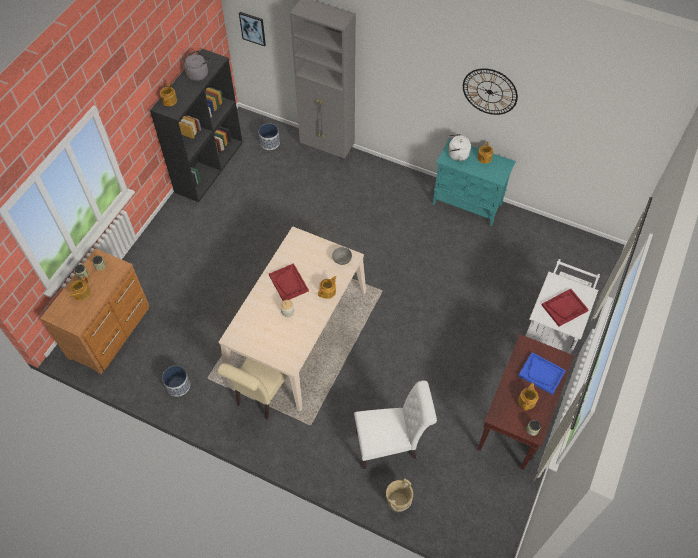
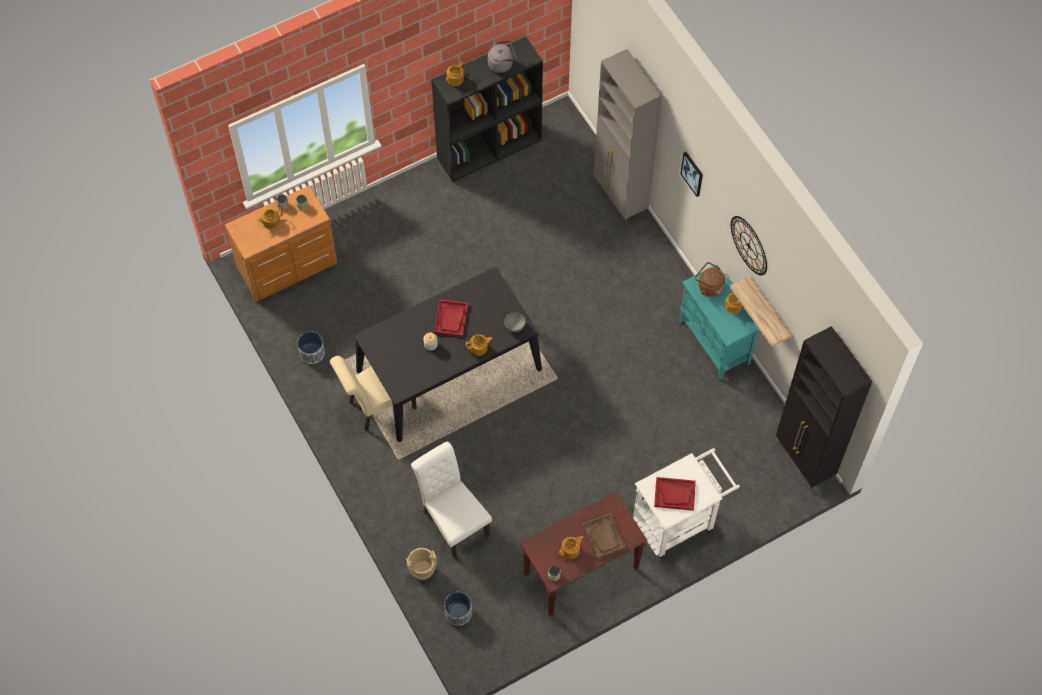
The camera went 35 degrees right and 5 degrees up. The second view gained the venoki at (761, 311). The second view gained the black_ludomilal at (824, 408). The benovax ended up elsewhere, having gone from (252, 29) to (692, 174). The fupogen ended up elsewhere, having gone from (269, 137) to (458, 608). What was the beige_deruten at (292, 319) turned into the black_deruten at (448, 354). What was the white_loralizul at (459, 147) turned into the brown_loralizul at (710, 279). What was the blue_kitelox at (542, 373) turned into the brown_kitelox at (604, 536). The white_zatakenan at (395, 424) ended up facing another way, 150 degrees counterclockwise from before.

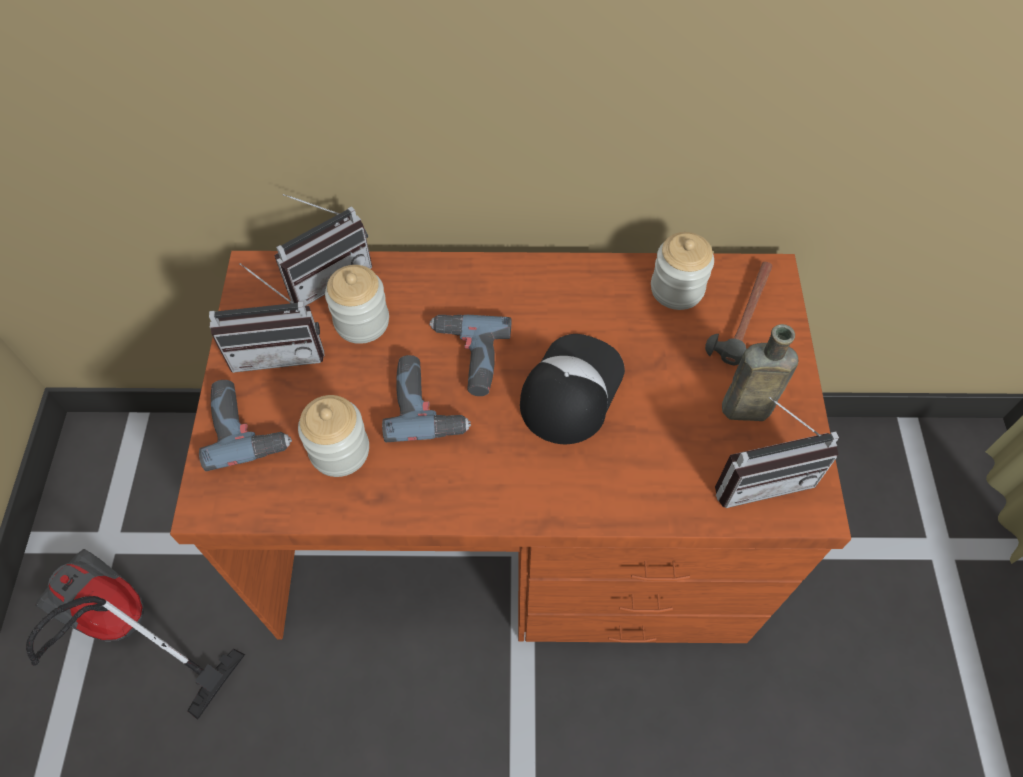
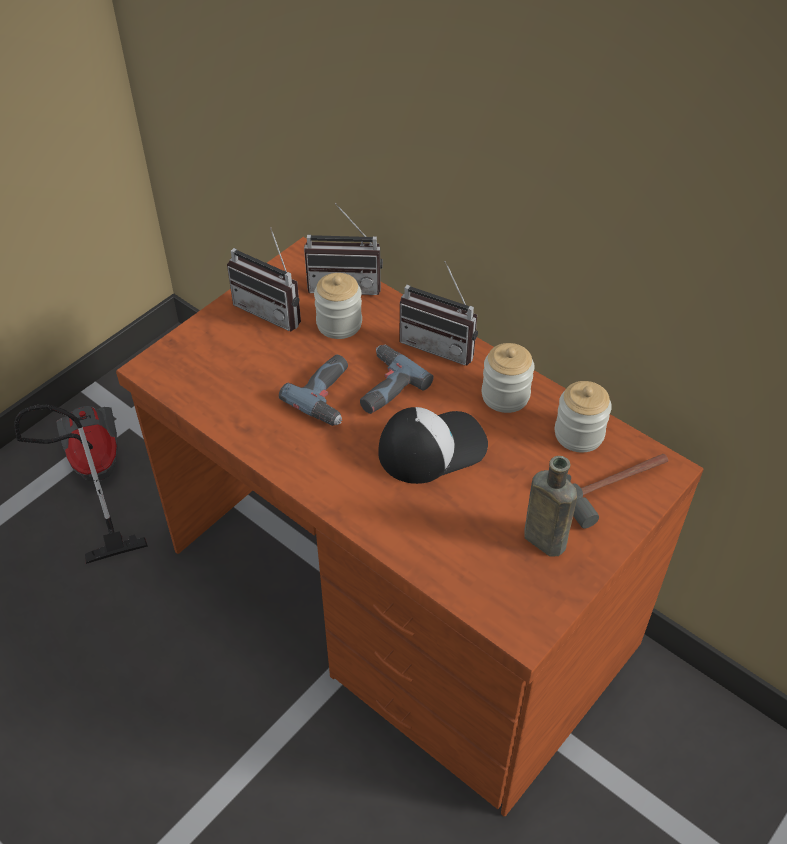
The camera went 40 degrees right and 10 degrees down. The second view lost the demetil at (245, 425). The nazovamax ended up elsewhere, having gone from (333, 436) to (508, 378). The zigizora ended up elsewhere, having gone from (777, 452) to (439, 313).

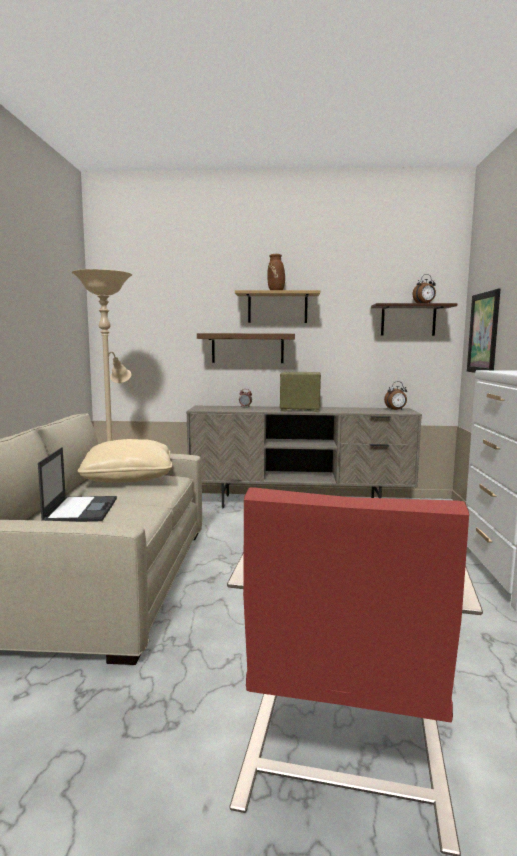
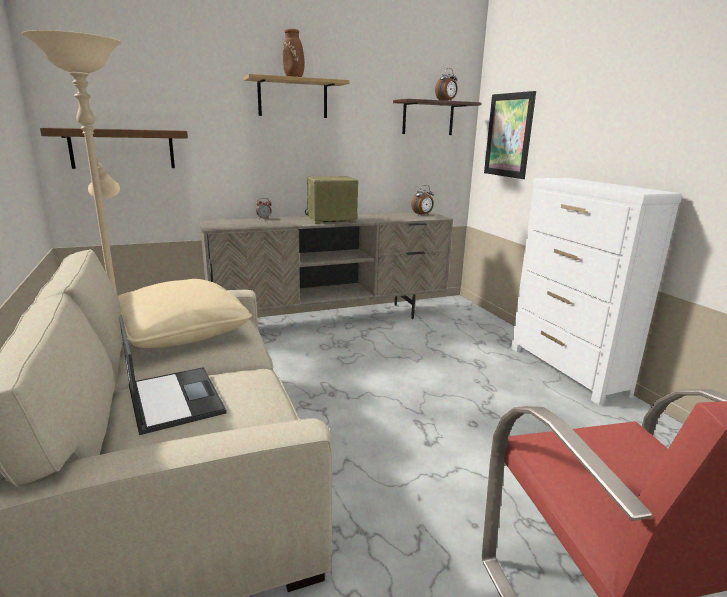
The camera went 25 degrees left and 10 degrees up. The brown_venoki ended up elsewhere, having gone from (246, 348) to (114, 148).

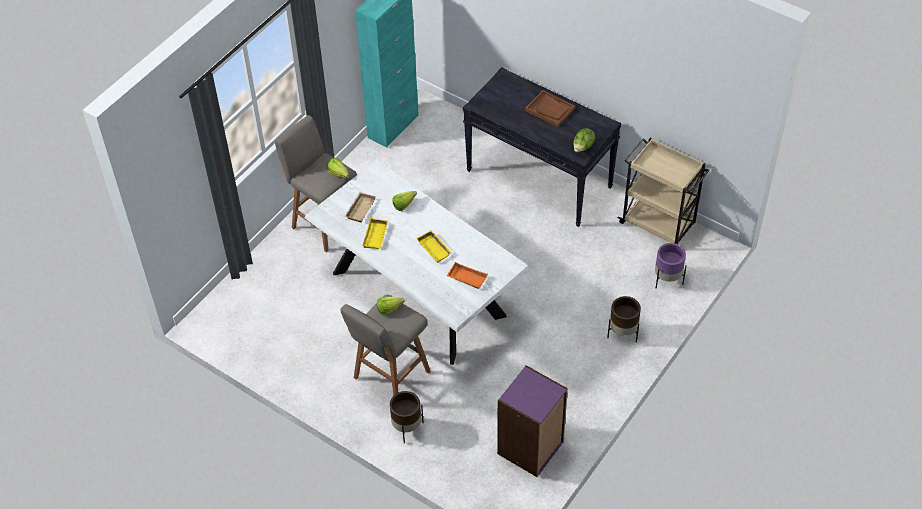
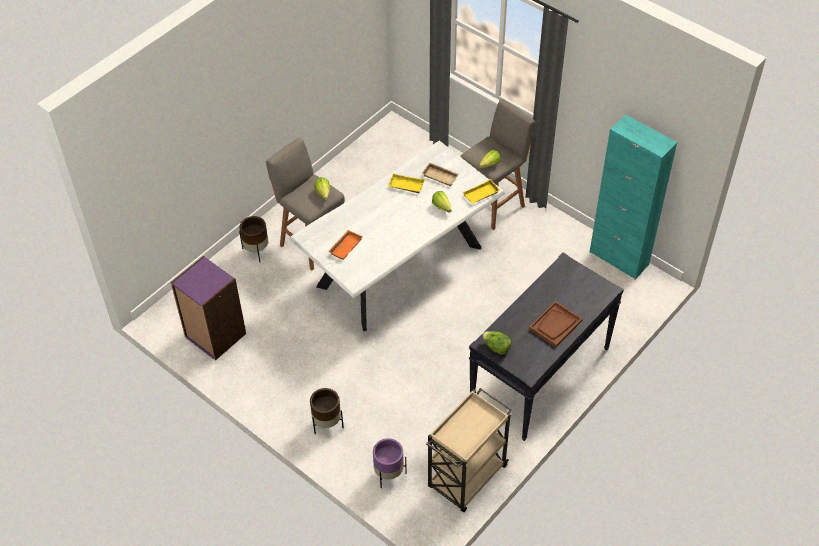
The camera went 95 degrees right and 0 degrees up. The yellow_kitelox ended up elsewhere, having gone from (434, 246) to (481, 191).

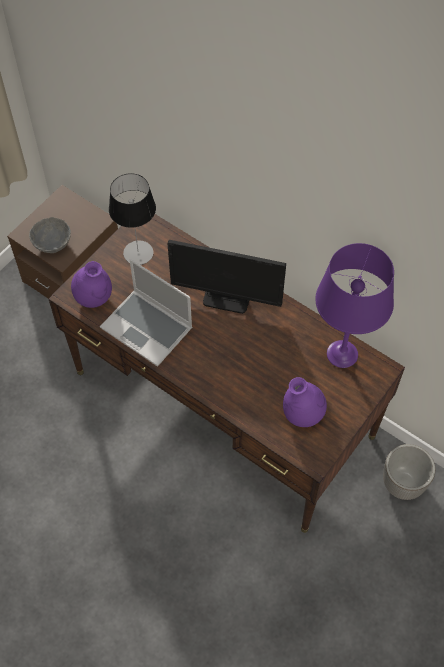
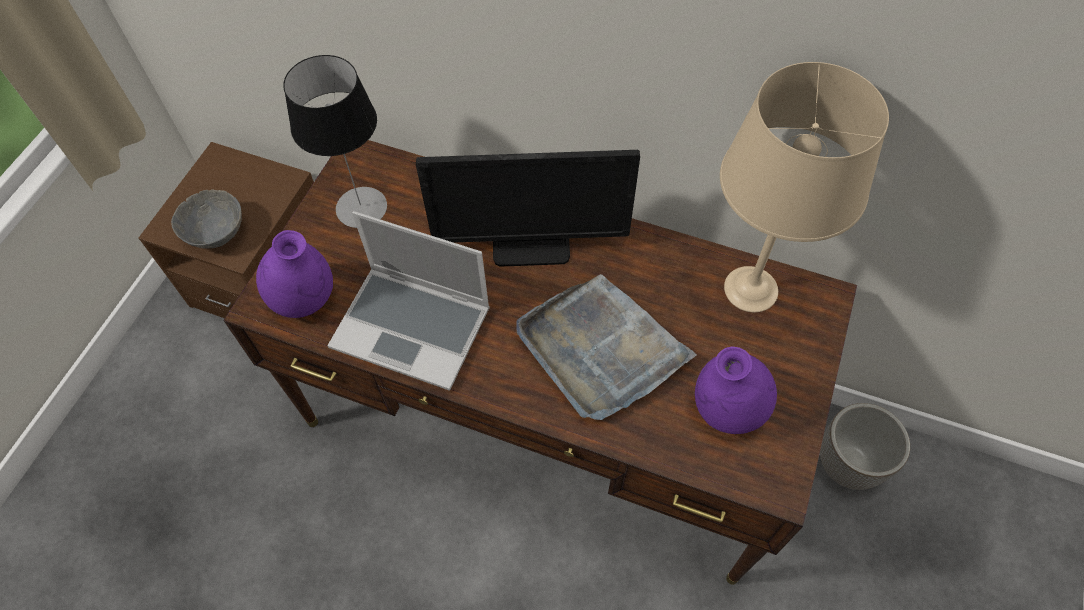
The camera went 15 degrees left and 0 degrees up. The second view gained the grey_kitelox at (607, 347). What was the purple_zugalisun at (354, 305) turned into the beige_zugalisun at (804, 187).

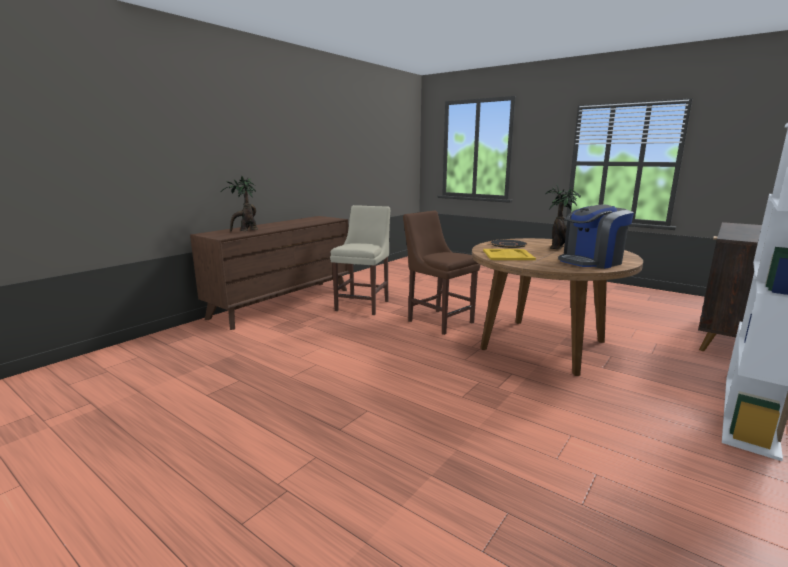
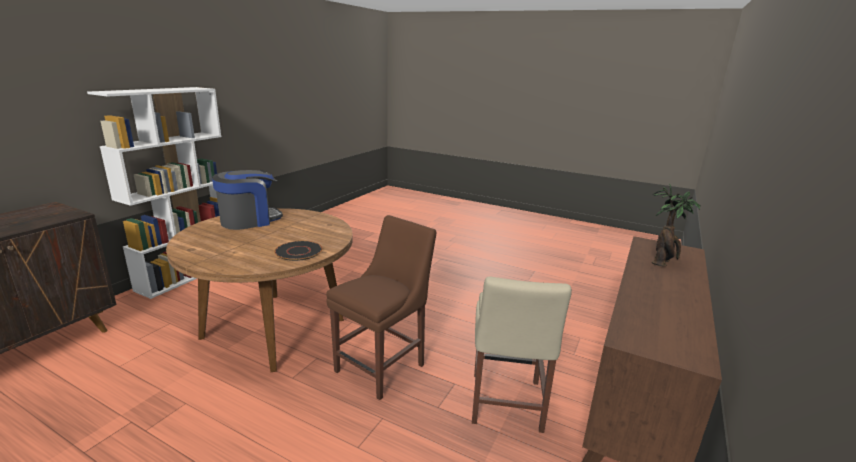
The camera went 170 degrees right and 5 degrees up. The second view lost the yellow_kitelox at (509, 254). The second view lost the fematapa at (562, 216). The brown_zatakenan at (441, 273) ended up facing another way, 90 degrees counterclockwise from before.

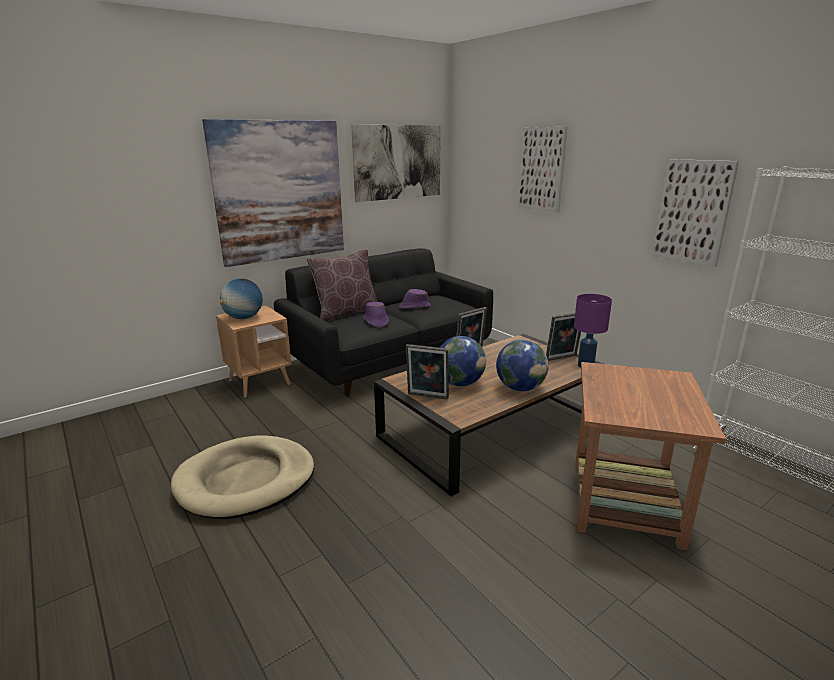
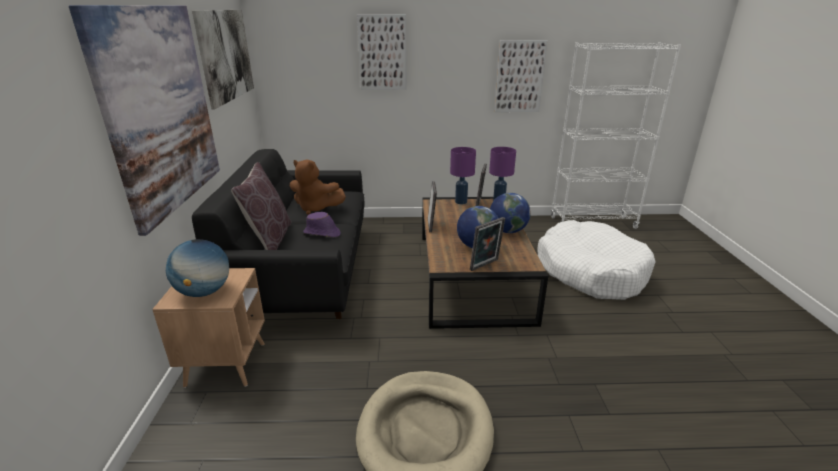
The camera went 55 degrees left and 5 degrees up. The second view gained the purple_zugalisun at (463, 175). Where the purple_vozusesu stood at (415, 299), the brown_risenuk came to stand at (318, 187). Where the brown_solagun stood at (650, 456), the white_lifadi came to stand at (596, 260).

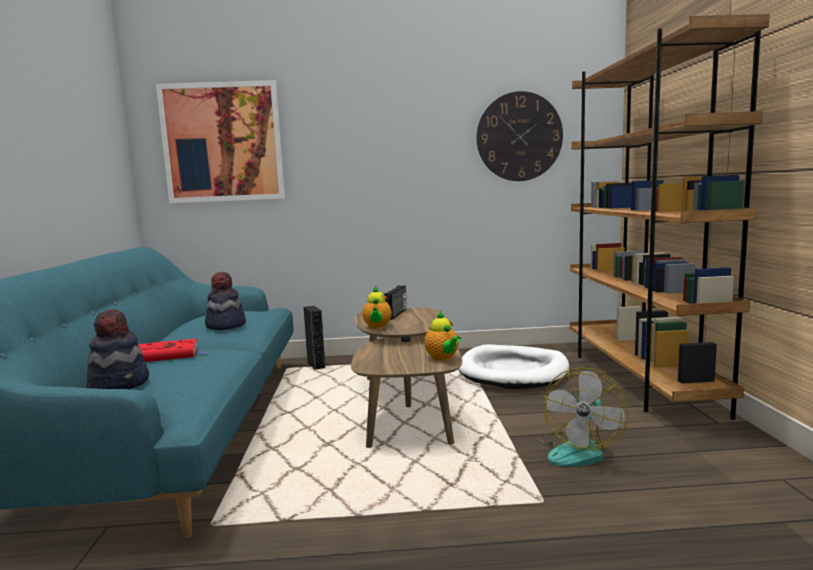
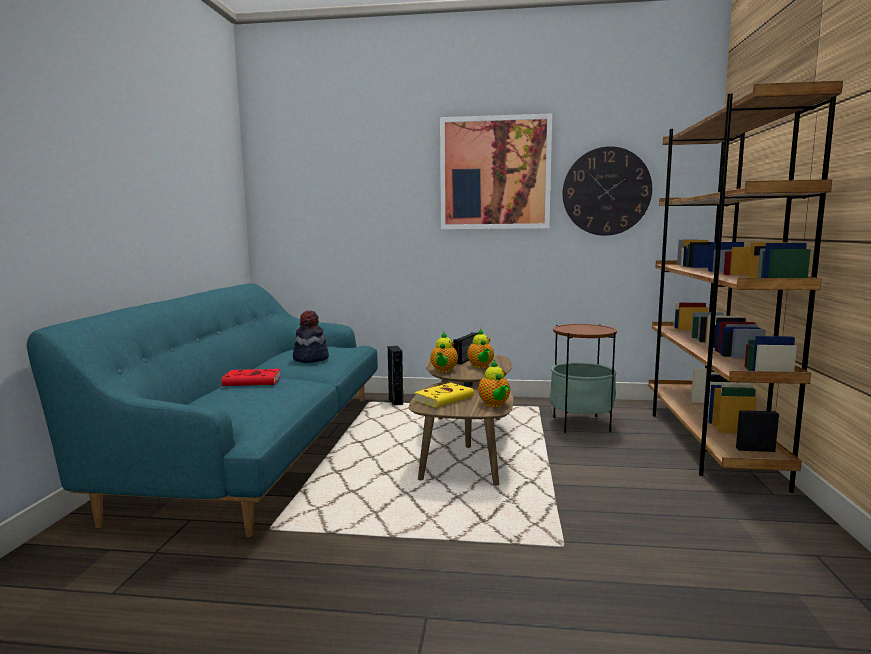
The camera went 10 degrees right and 0 degrees up. The second view lost the vozusesu at (117, 349). The second view lost the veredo at (582, 417). The second view gained the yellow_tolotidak at (444, 395). The second view gained the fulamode at (480, 348). The benovax ended up elsewhere, having gone from (220, 141) to (496, 171). Where the white_lifadi stood at (513, 366), the solagun came to stand at (583, 378).

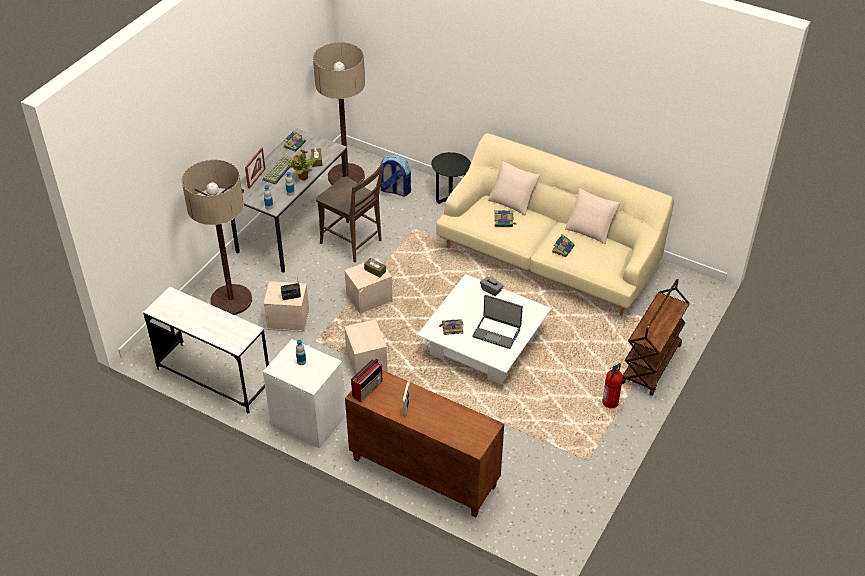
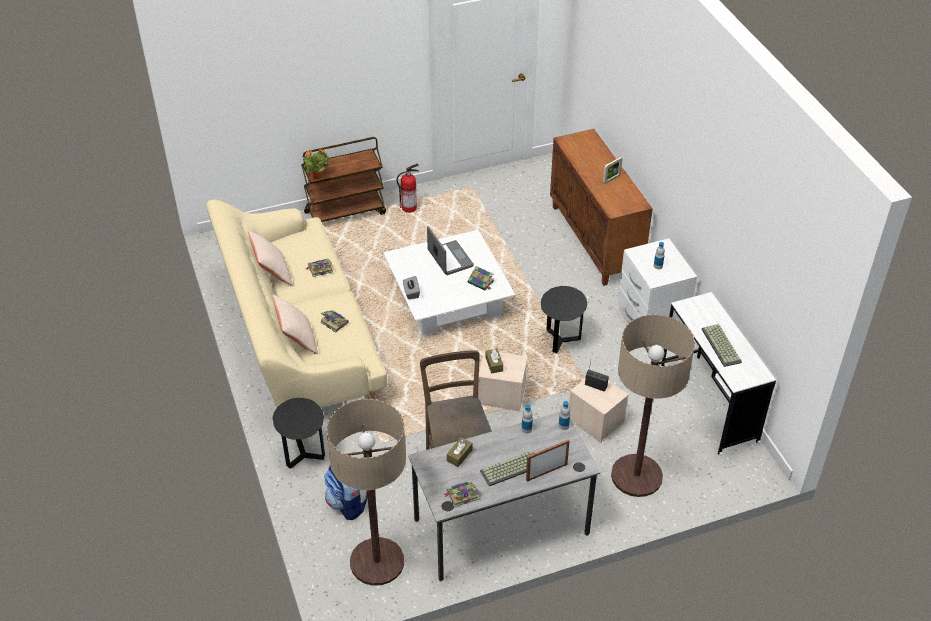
The camera went 140 degrees left and 0 degrees up. The second view lost the zigizora at (367, 380). The second view gained the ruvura at (722, 345). The fematapa ended up elsewhere, having gone from (301, 164) to (316, 164). Where the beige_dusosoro stood at (366, 347), the black_solagun came to stand at (564, 319).

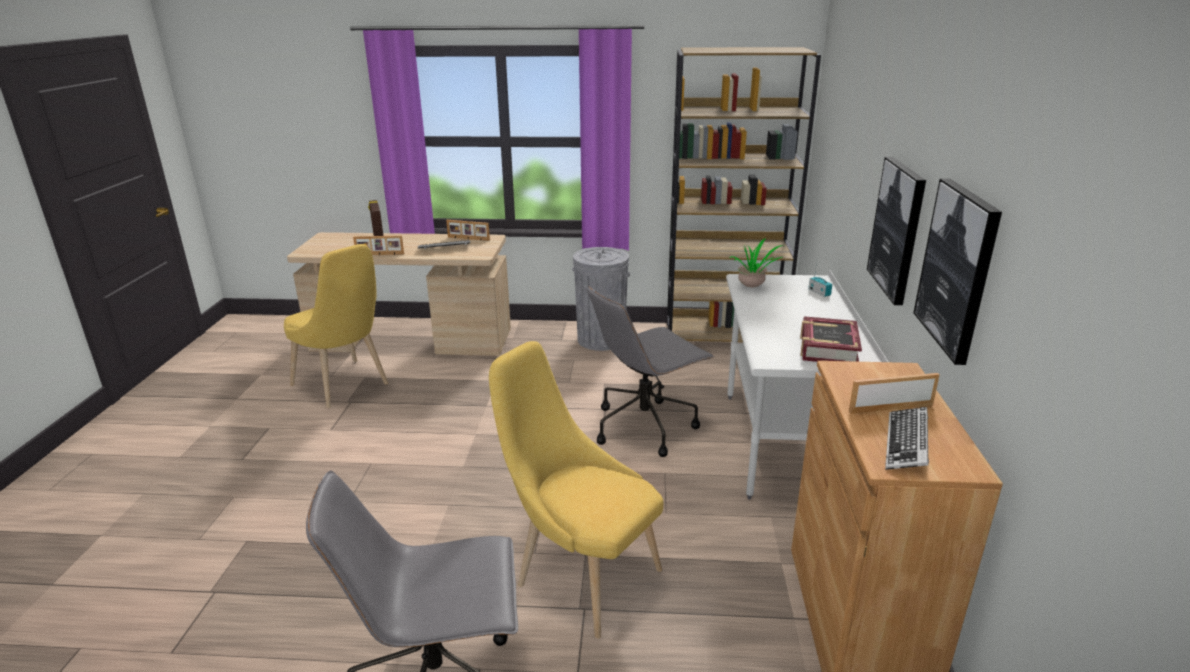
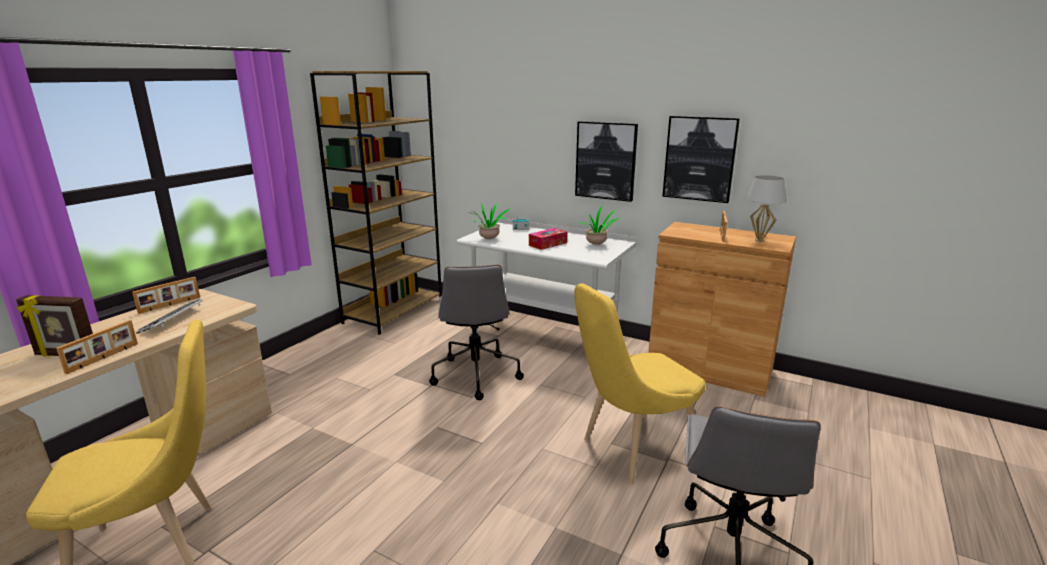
The camera went 65 degrees left and 5 degrees down. The second view lost the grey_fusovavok at (601, 299). The second view gained the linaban at (548, 239). Where the tolotidak stood at (831, 339), the fematapa came to stand at (599, 226). Where the ruvura stood at (907, 438), the white_zugalisun came to stand at (766, 208).

